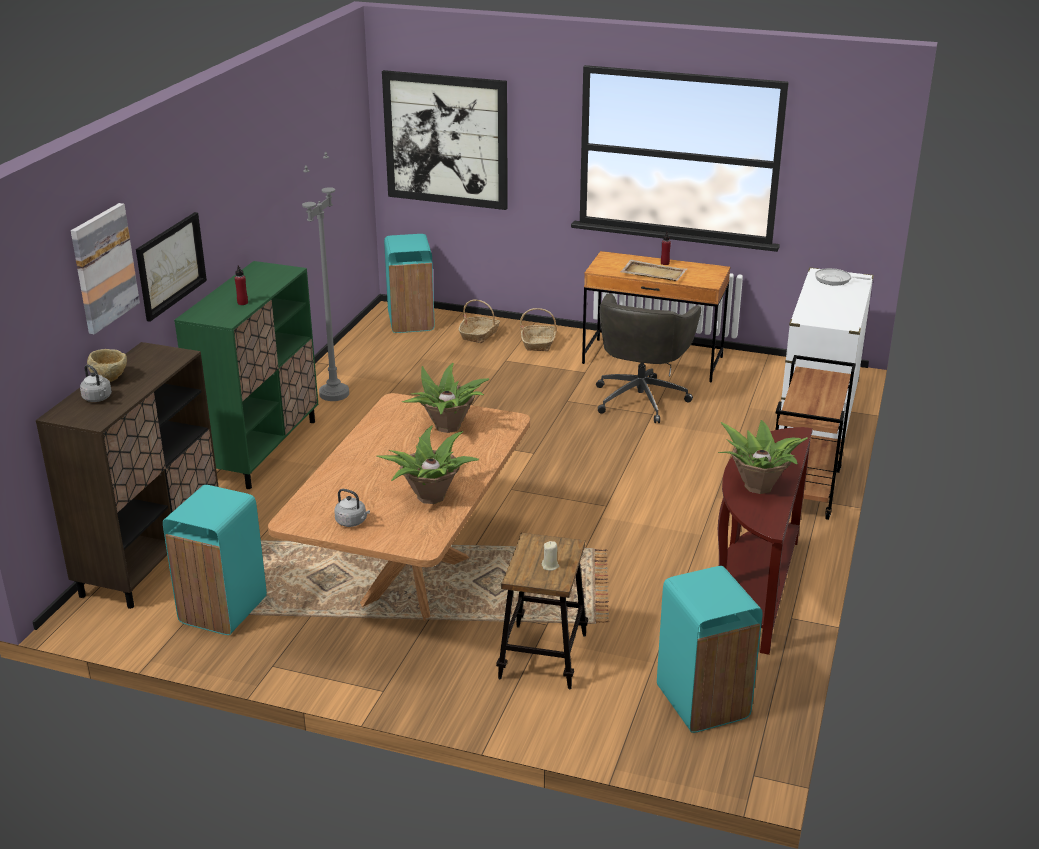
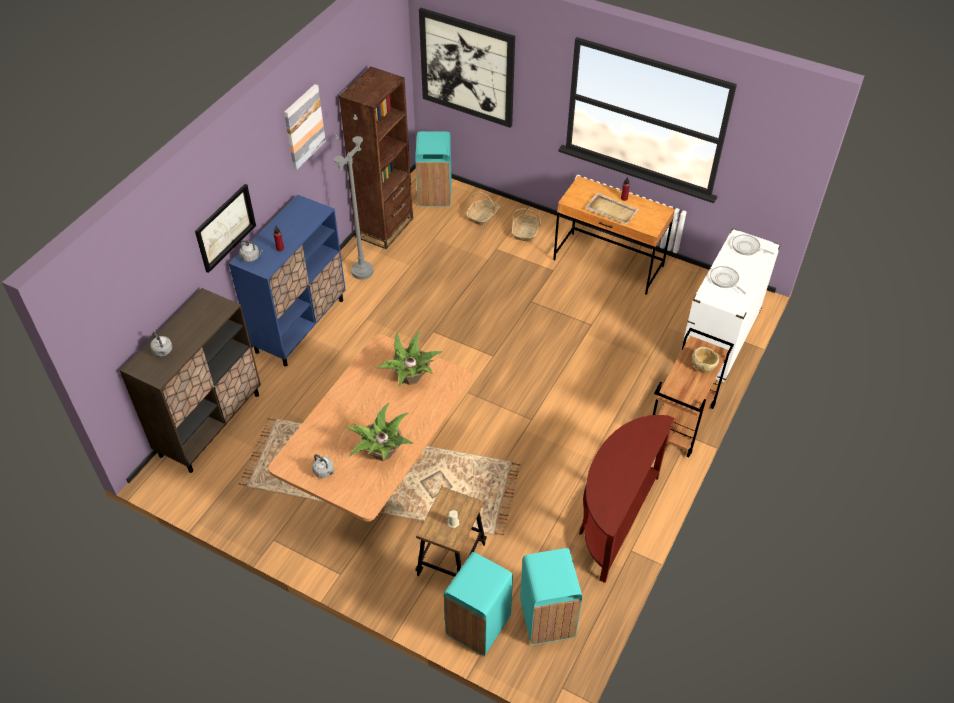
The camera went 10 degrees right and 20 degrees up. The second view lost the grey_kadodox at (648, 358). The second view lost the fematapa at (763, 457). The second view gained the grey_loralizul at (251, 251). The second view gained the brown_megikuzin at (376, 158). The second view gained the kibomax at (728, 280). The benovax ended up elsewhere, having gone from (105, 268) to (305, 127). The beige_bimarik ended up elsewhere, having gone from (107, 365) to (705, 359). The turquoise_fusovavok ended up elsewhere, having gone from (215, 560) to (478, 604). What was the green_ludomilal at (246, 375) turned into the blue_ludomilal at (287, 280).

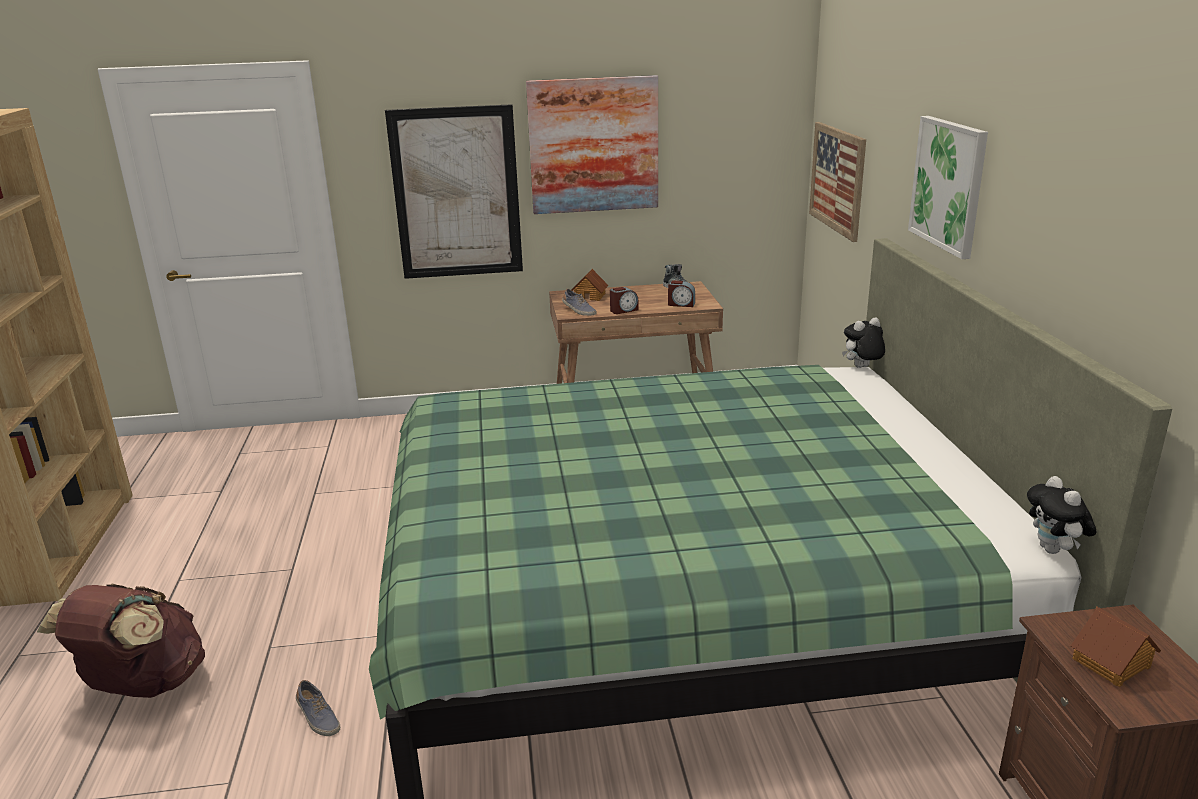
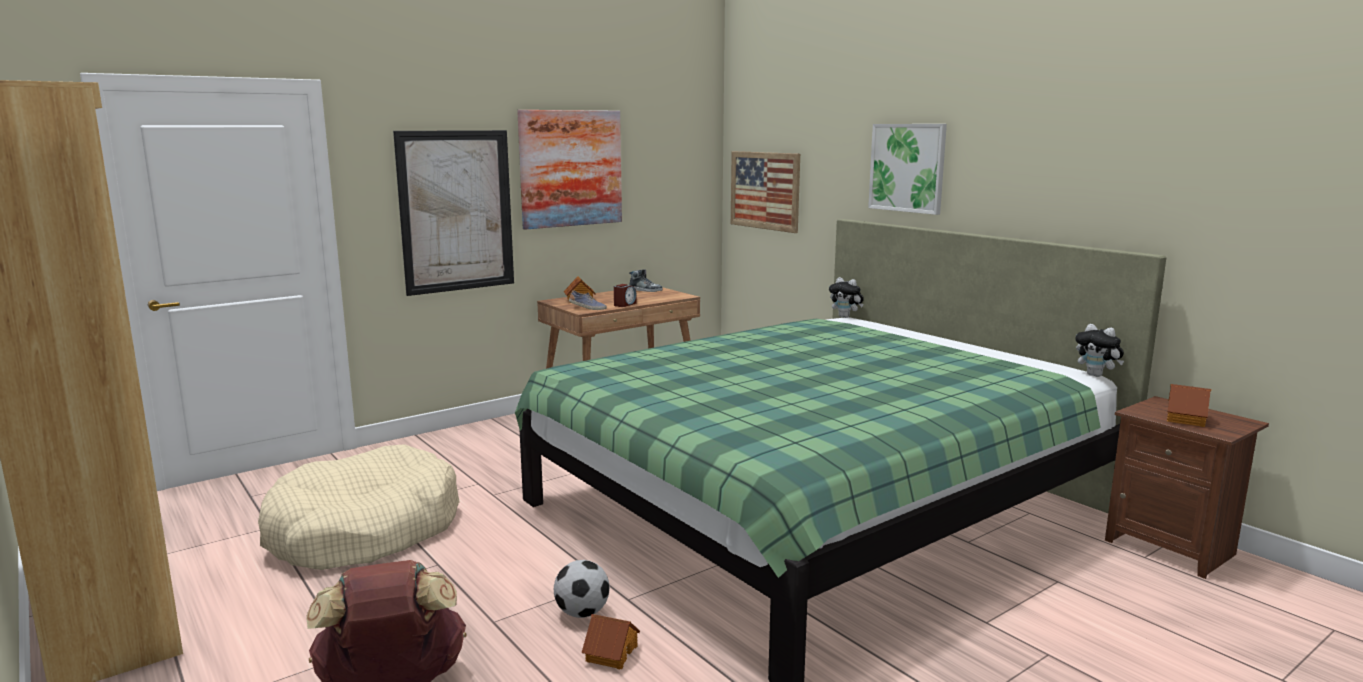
The camera went 30 degrees left and 10 degrees down. The second view lost the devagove at (681, 293). The second view gained the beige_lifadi at (359, 507). The second view gained the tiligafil at (582, 589). Where the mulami stood at (318, 708), the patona came to stand at (610, 641). The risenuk at (863, 342) ended up facing another way, 90 degrees counterclockwise from before.

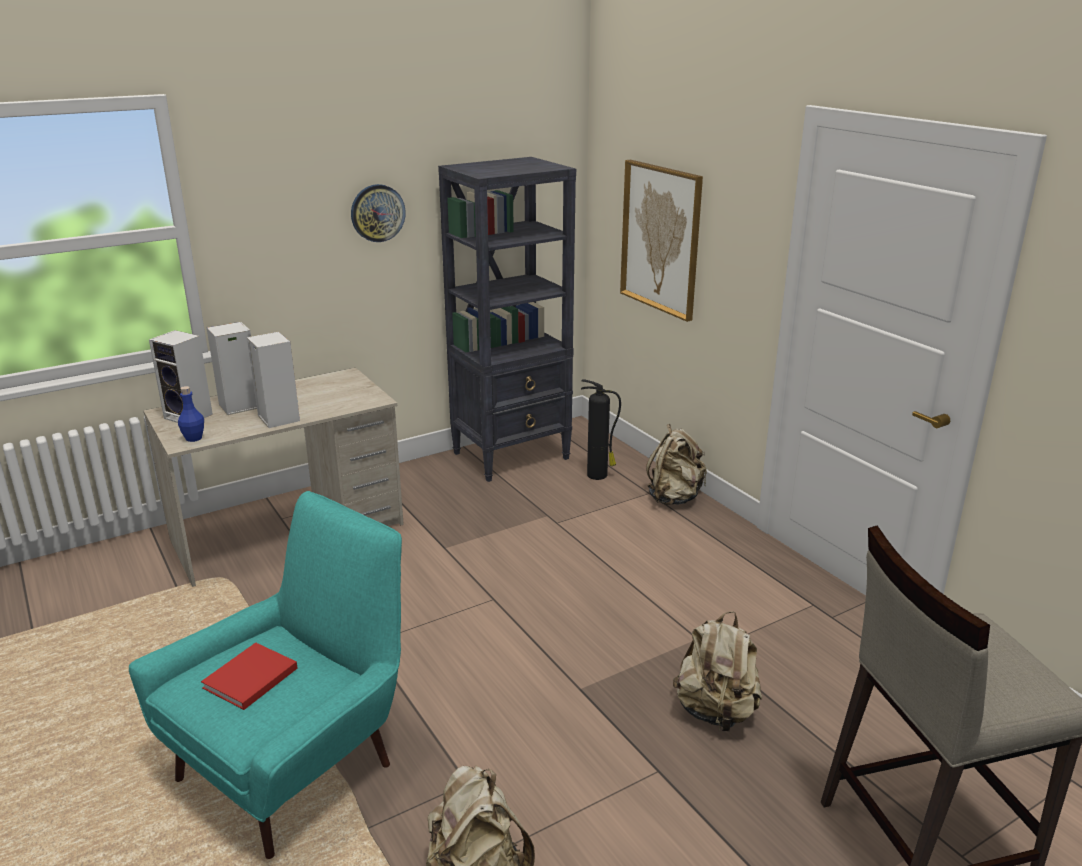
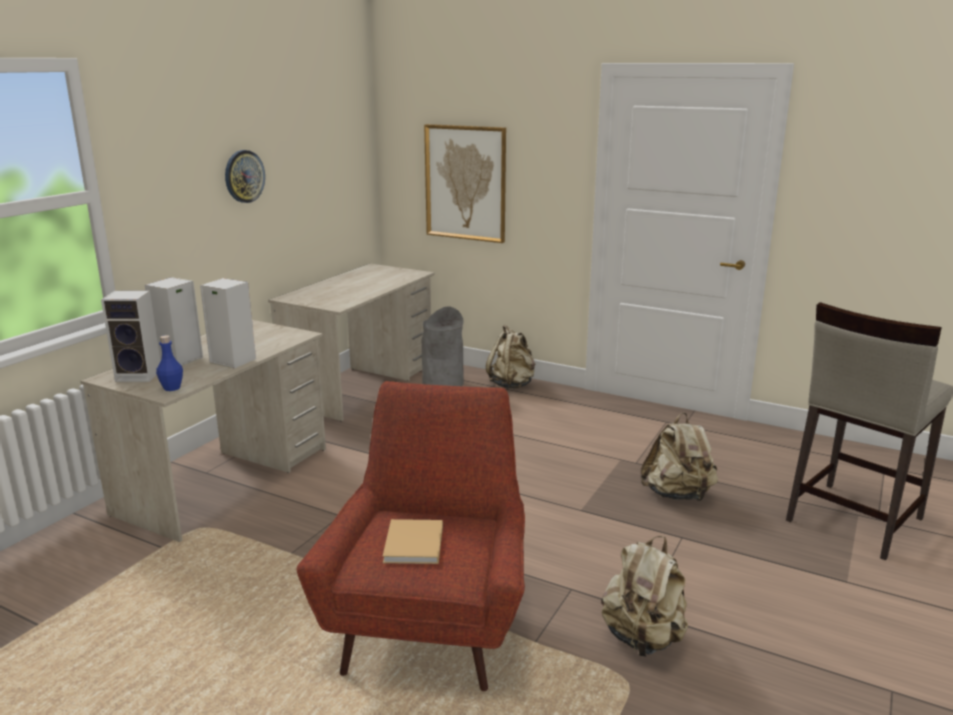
The camera went 30 degrees left and 5 degrees down. Where the black_megikuzin stood at (507, 319), the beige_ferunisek came to stand at (351, 342). Where the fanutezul stood at (601, 429), the grey_fusovavok came to stand at (443, 346). What was the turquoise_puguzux at (265, 675) turned into the red_puguzux at (410, 536). What was the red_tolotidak at (249, 676) turned into the beige_tolotidak at (413, 541).

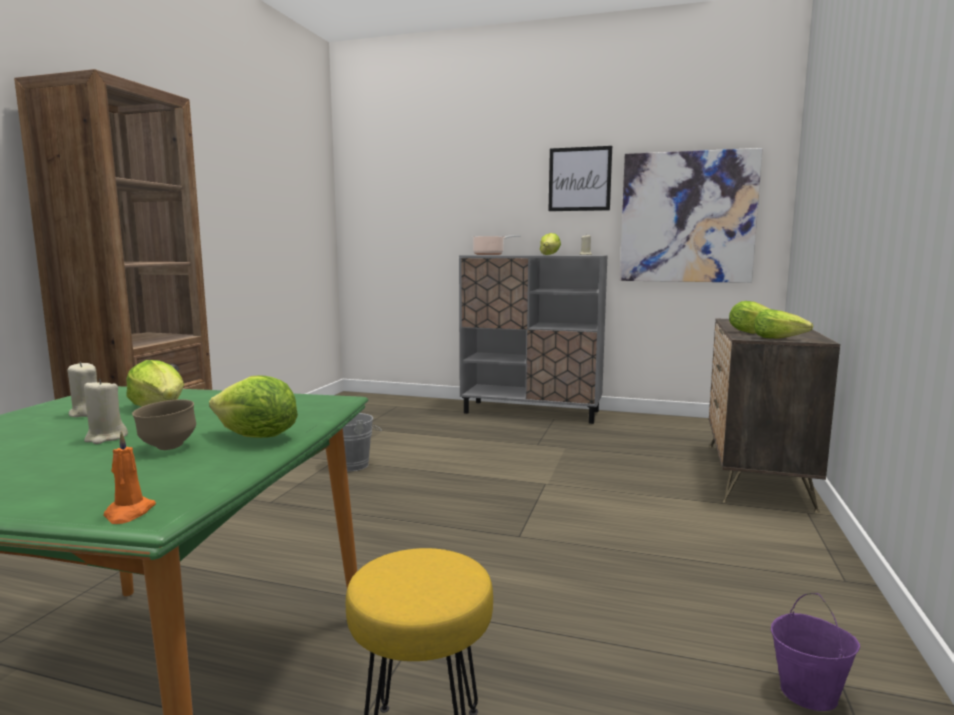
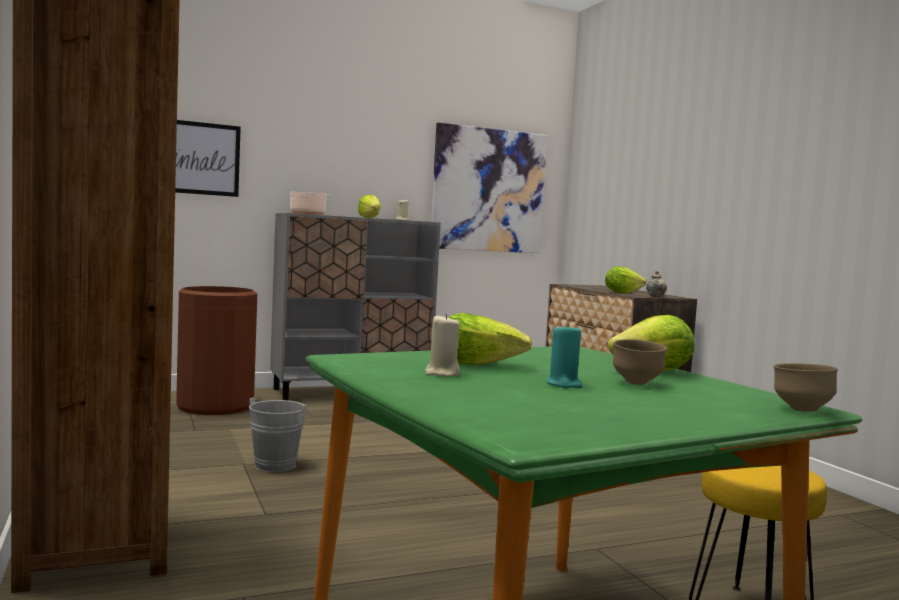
The camera went 40 degrees left and 5 degrees down. The second view lost the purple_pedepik at (815, 652). The second view gained the brown_fusovavok at (216, 350). The benovax ended up elsewhere, having gone from (580, 178) to (208, 158). Where the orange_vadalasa stood at (129, 478), the brown_bimarik came to stand at (805, 387). Where the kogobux stood at (783, 324), the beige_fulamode came to stand at (656, 284). What was the beige_vadalasa at (106, 411) turned into the turquoise_vadalasa at (564, 355).

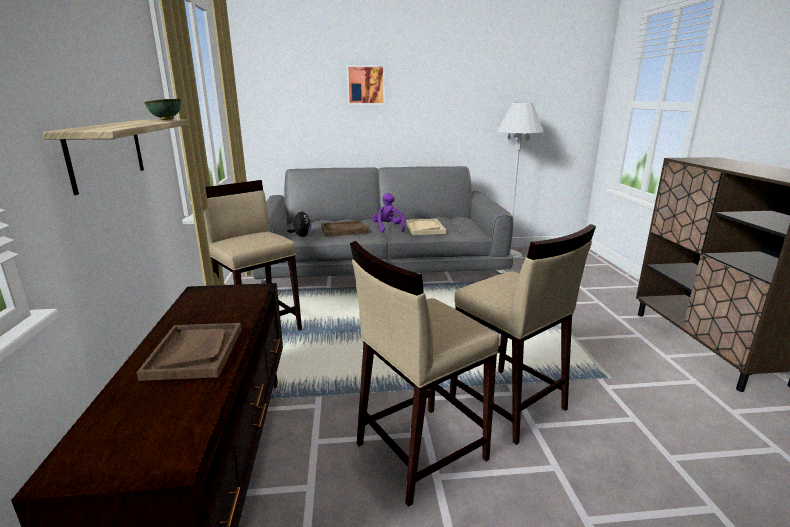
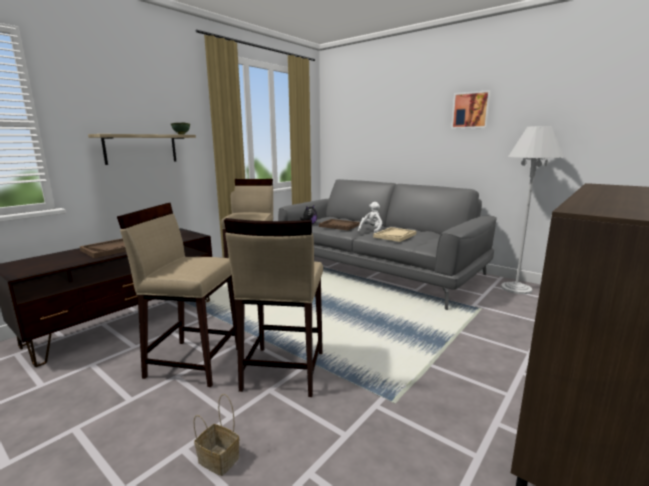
The camera went 45 degrees right and 5 degrees down. The second view gained the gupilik at (216, 435). The benovax ended up elsewhere, having gone from (366, 85) to (471, 109). What was the purple_risenuk at (388, 213) turned into the white_risenuk at (370, 217).

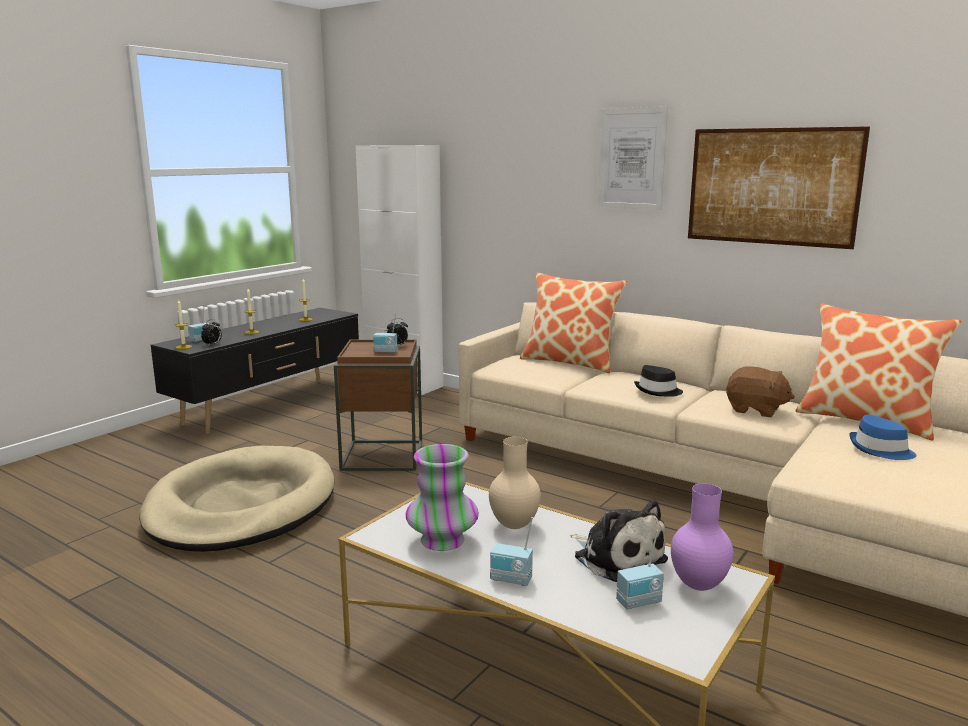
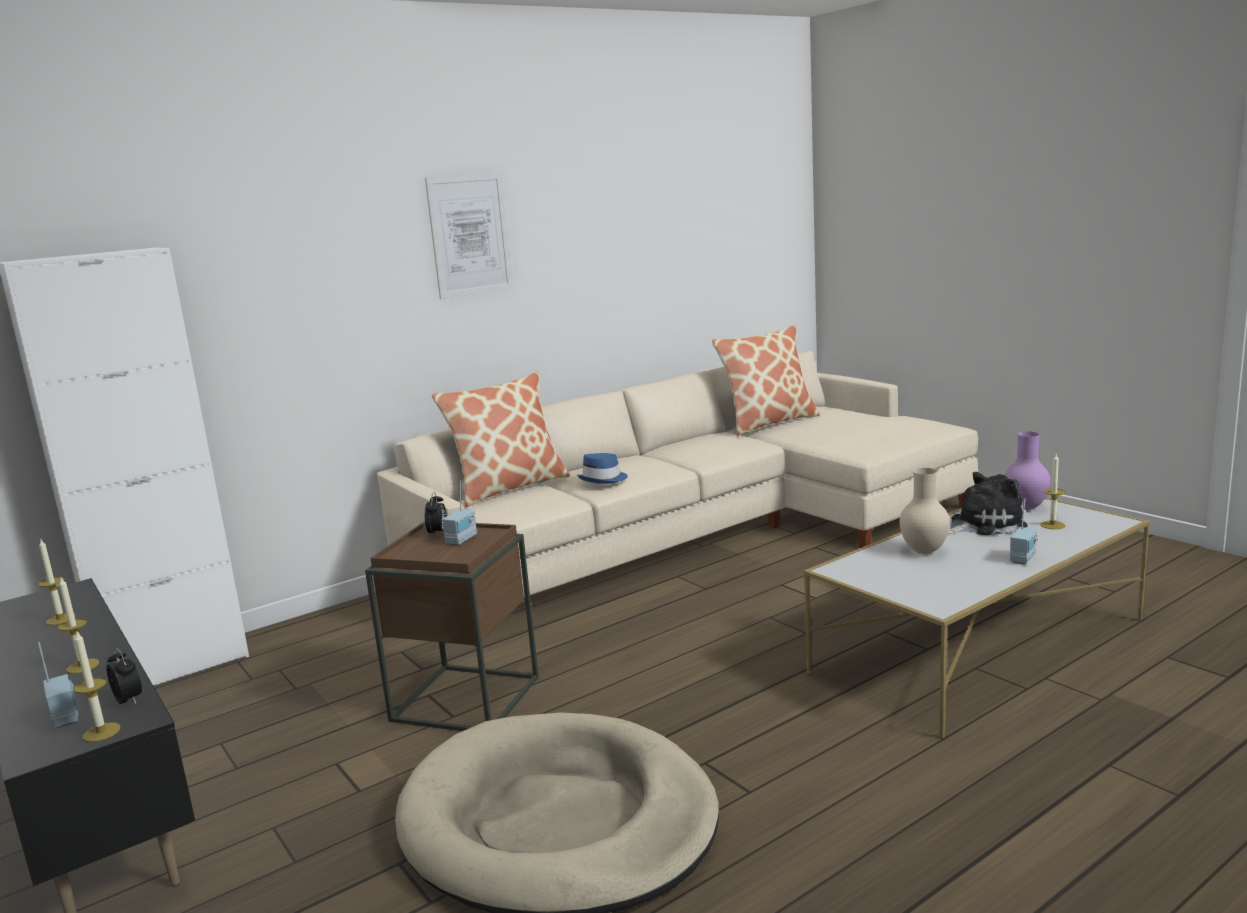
The camera went 70 degrees left and 0 degrees up. The second view lost the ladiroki at (442, 497). The second view lost the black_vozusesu at (658, 381). The second view lost the benovax at (779, 187). The second view lost the brown_risenuk at (760, 392). The blue_vozusesu ended up elsewhere, having gone from (883, 437) to (602, 468). Where the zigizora stood at (640, 569), the vadalasa came to stand at (1053, 491).

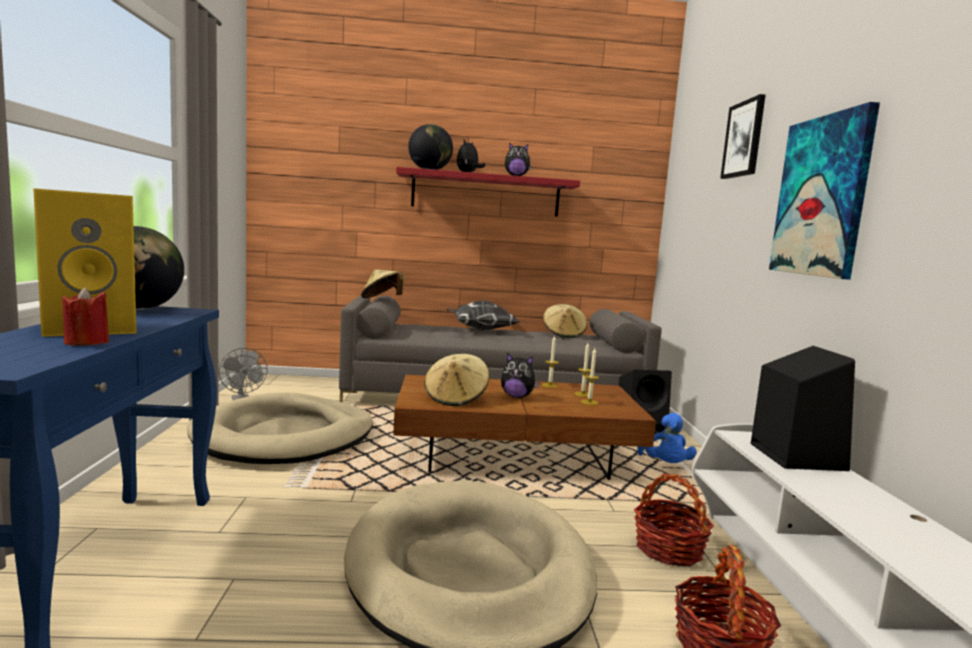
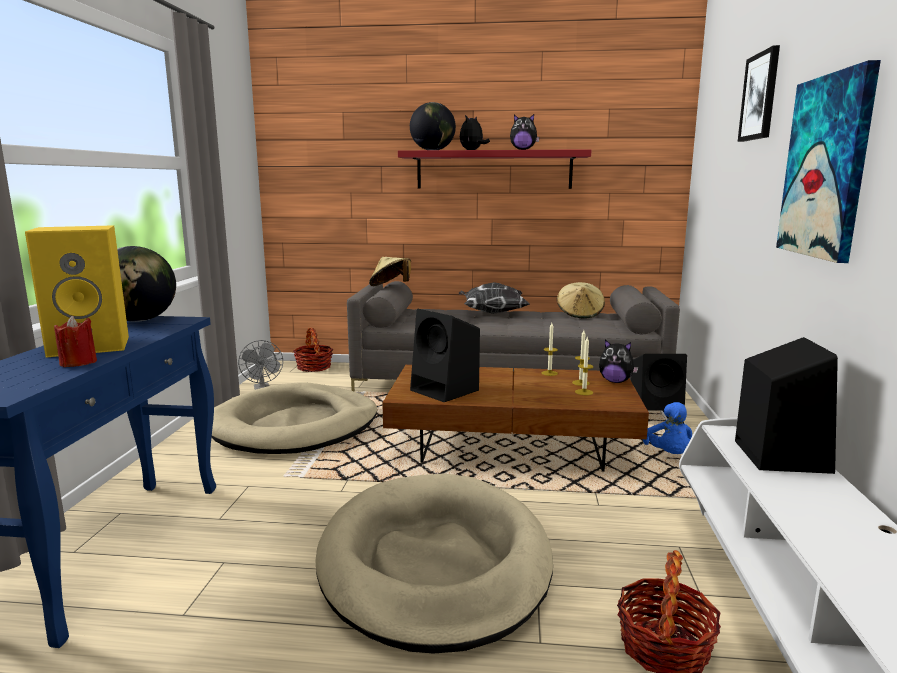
The camera went 10 degrees right and 5 degrees up. The risenuk ended up elsewhere, having gone from (520, 375) to (619, 361). The gupilik ended up elsewhere, having gone from (674, 519) to (313, 350). Where the beige_vozusesu stood at (456, 380), the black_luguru came to stand at (445, 355).

